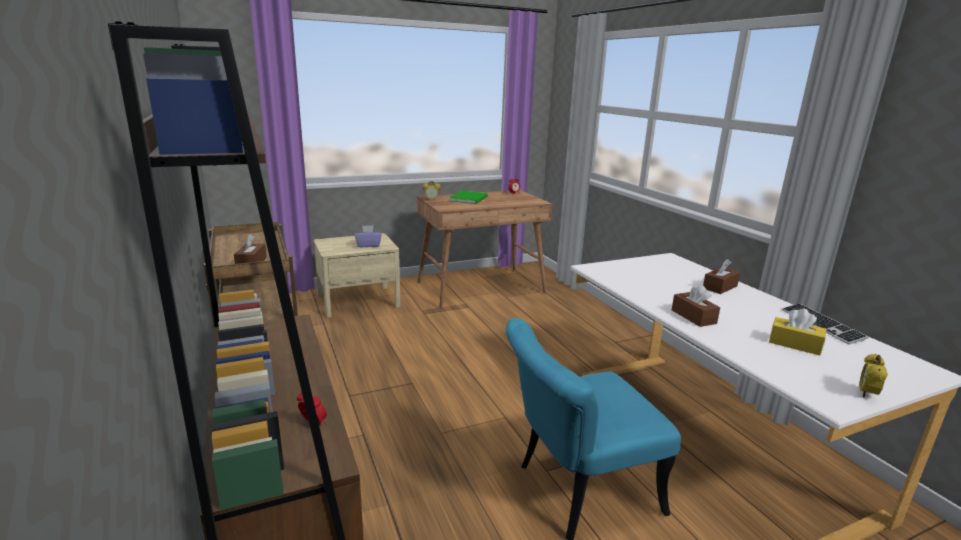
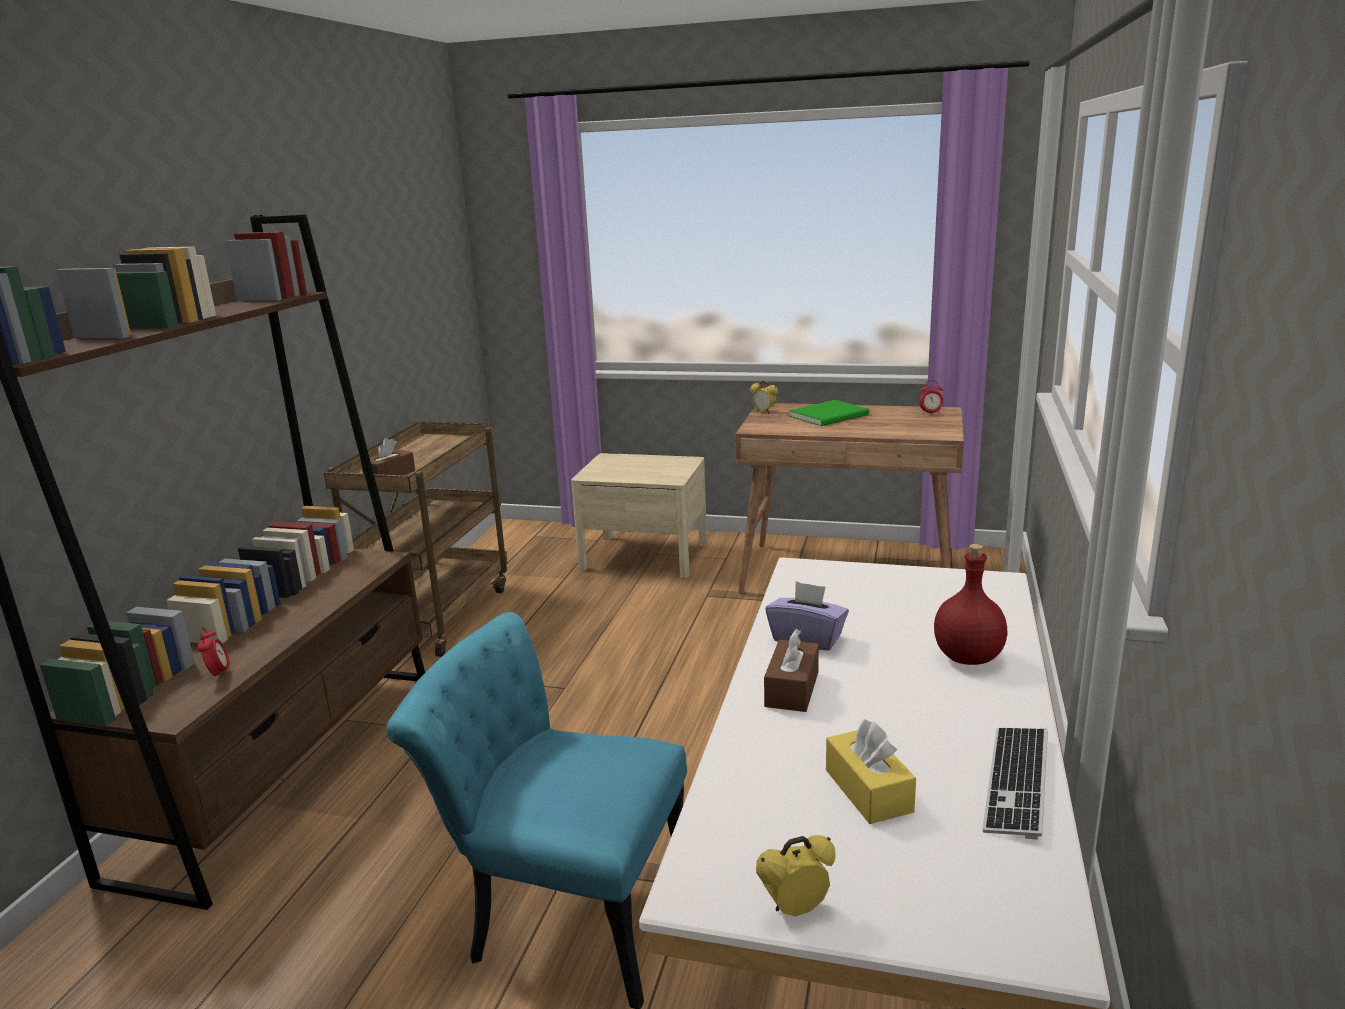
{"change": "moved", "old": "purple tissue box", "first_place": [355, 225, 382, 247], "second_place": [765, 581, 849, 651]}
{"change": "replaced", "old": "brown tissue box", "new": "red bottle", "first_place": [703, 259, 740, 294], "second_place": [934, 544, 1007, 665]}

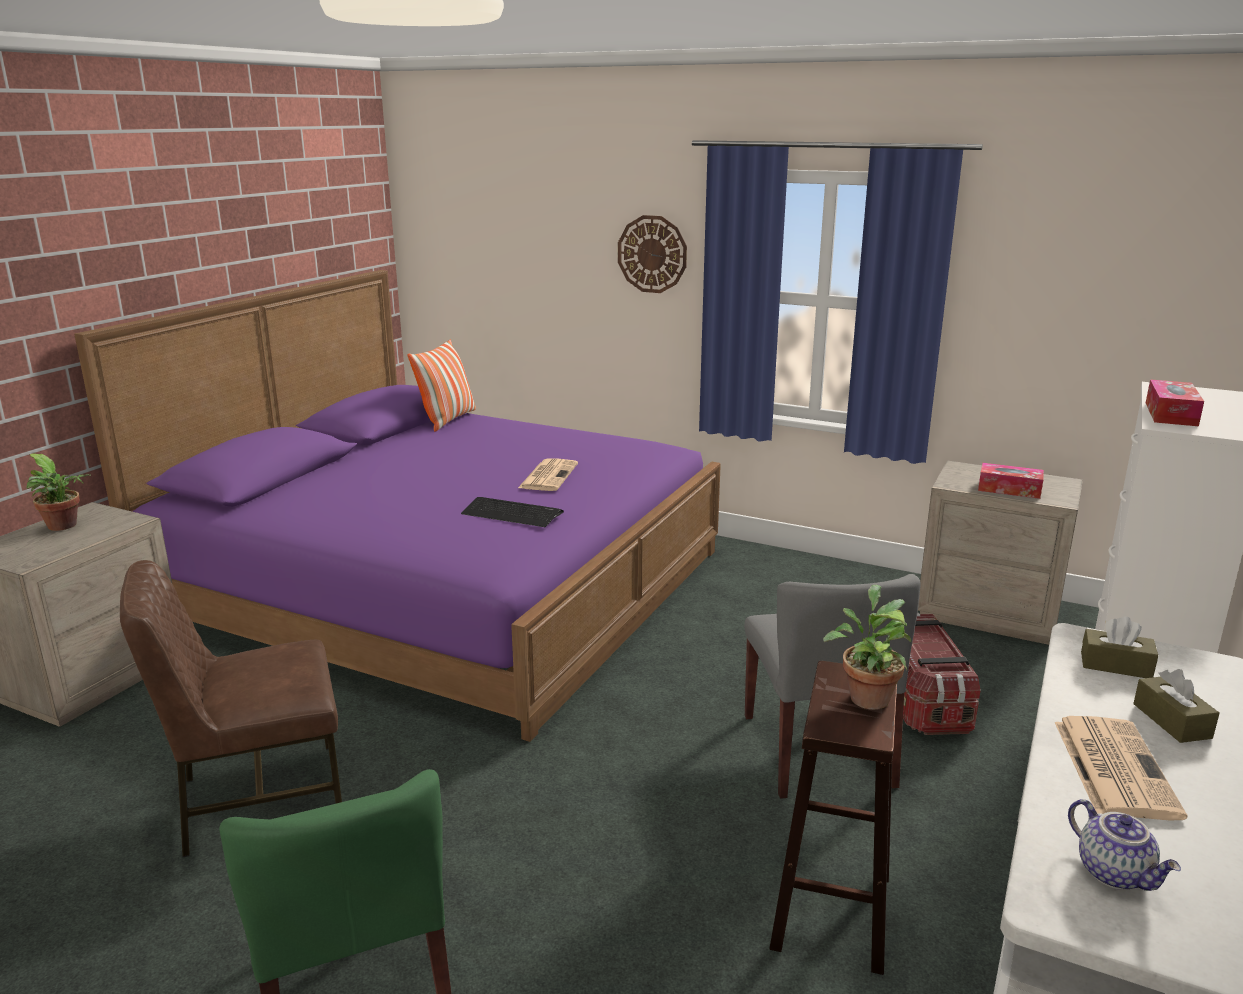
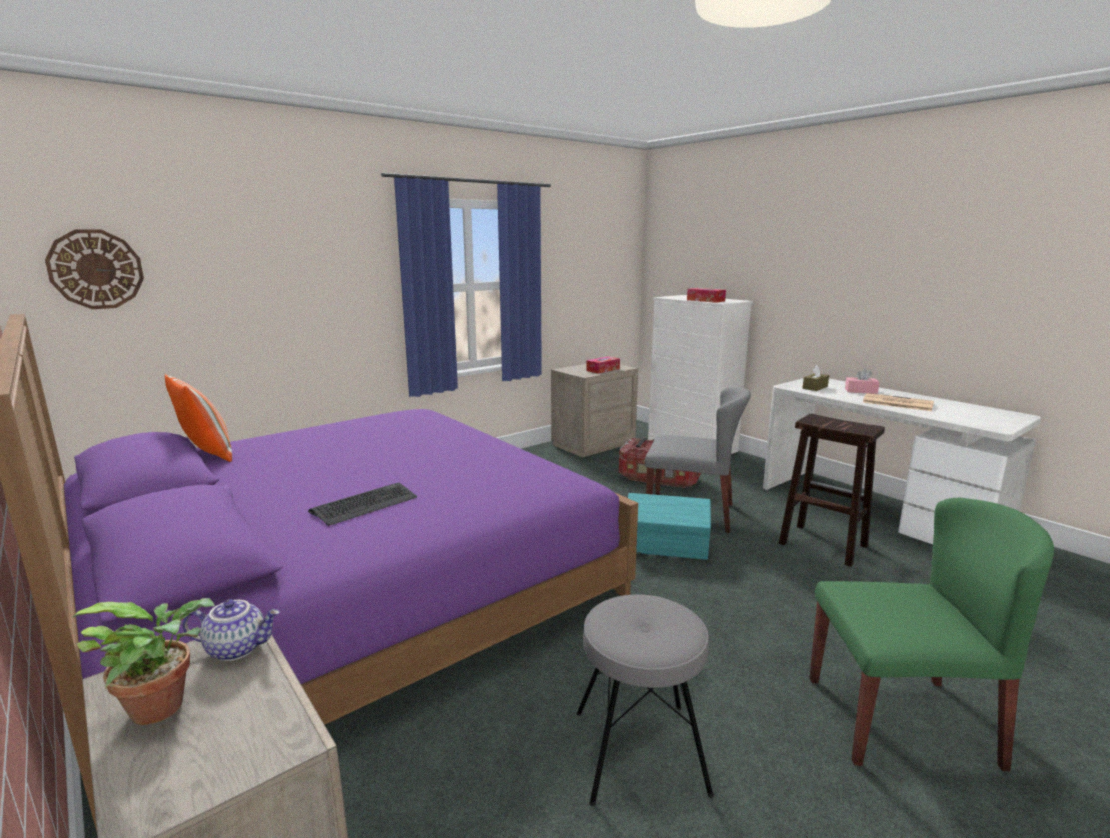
{"change": "moved", "old": "wall clock", "first_place": [618, 215, 687, 293], "second_place": [45, 229, 144, 309]}
{"change": "removed", "old": "newspaper", "first_place": [518, 458, 578, 491]}
{"change": "moved", "old": "keyboard", "first_place": [461, 497, 564, 527], "second_place": [308, 483, 417, 526]}
{"change": "replaced", "old": "brown chair", "new": "grey stool", "first_place": [120, 560, 342, 857], "second_place": [577, 594, 714, 806]}
{"change": "removed", "old": "potted plant", "first_place": [823, 585, 912, 710]}
{"change": "recoloured", "old": "brown tissue box", "new": "pink tissue box", "first_place": [1133, 669, 1220, 743], "second_place": [845, 368, 880, 394]}
{"change": "moved", "old": "teapot", "first_place": [1068, 799, 1181, 891], "second_place": [183, 599, 280, 661]}
{"change": "added", "new": "turquoise storage box", "second_place": [628, 493, 711, 560]}

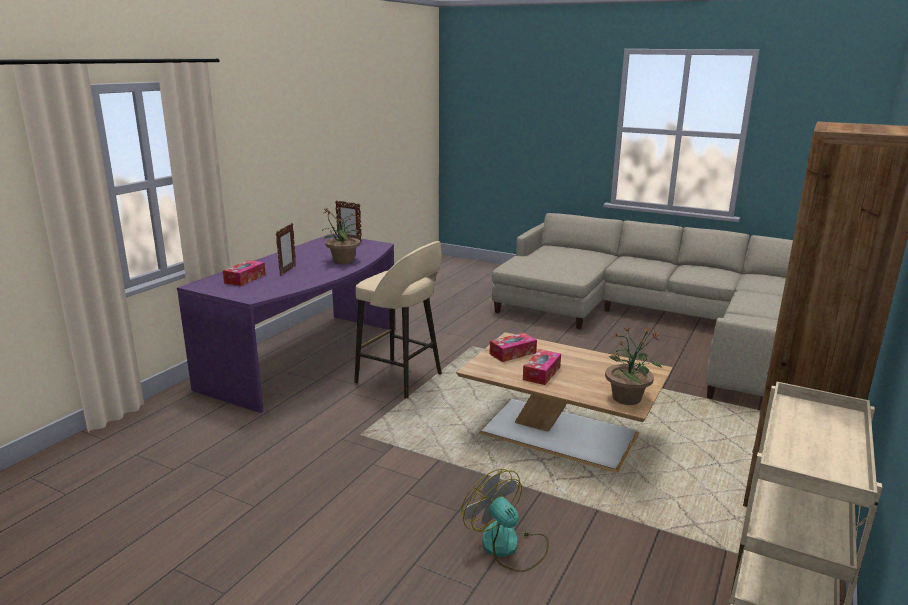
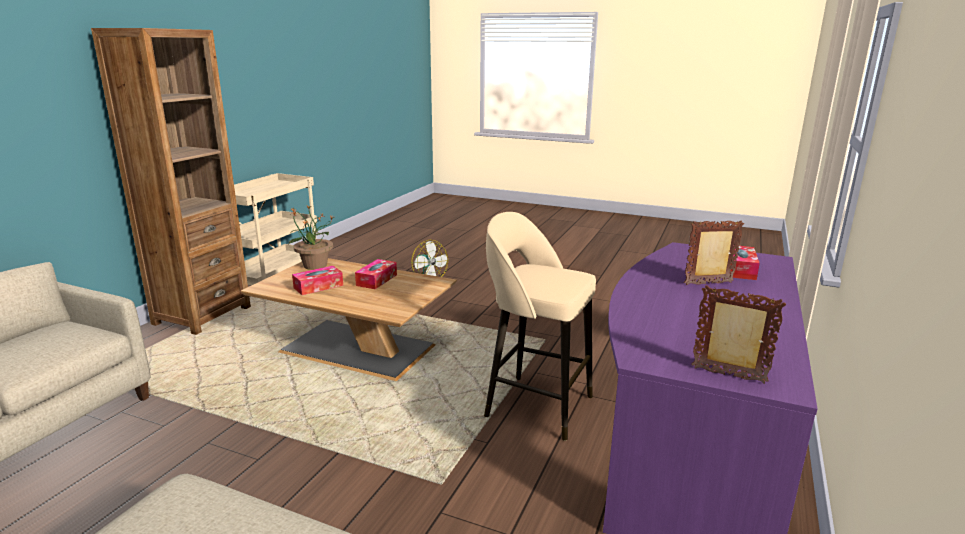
{"change": "removed", "old": "potted plant", "first_place": [322, 207, 360, 264]}
{"change": "turned", "old": "picture frame", "first_place": [276, 223, 296, 276], "second_place": [684, 221, 744, 285], "degrees": 75}
{"change": "moved", "old": "tissue box", "first_place": [490, 333, 537, 362], "second_place": [292, 266, 343, 295]}

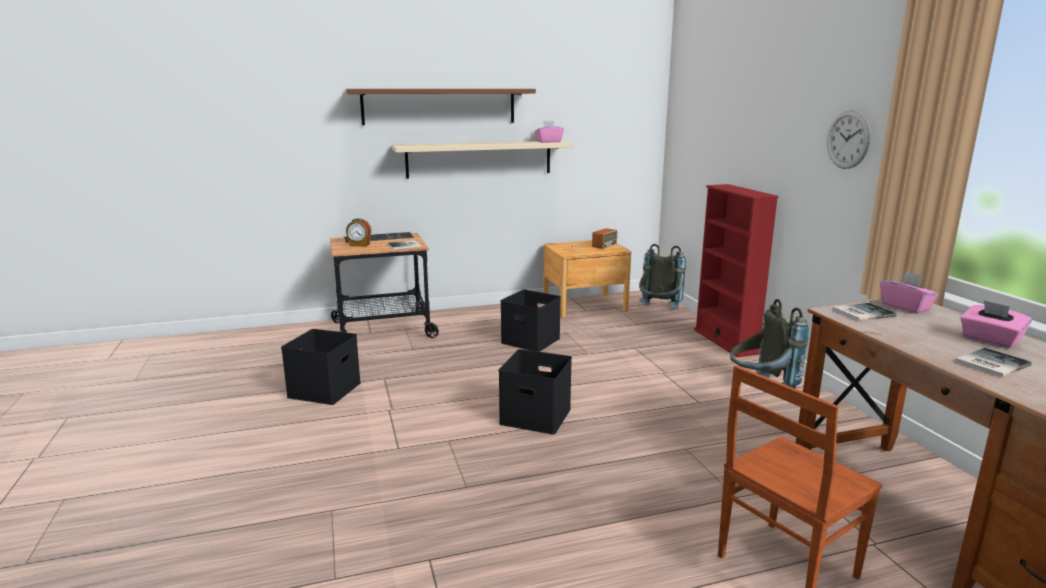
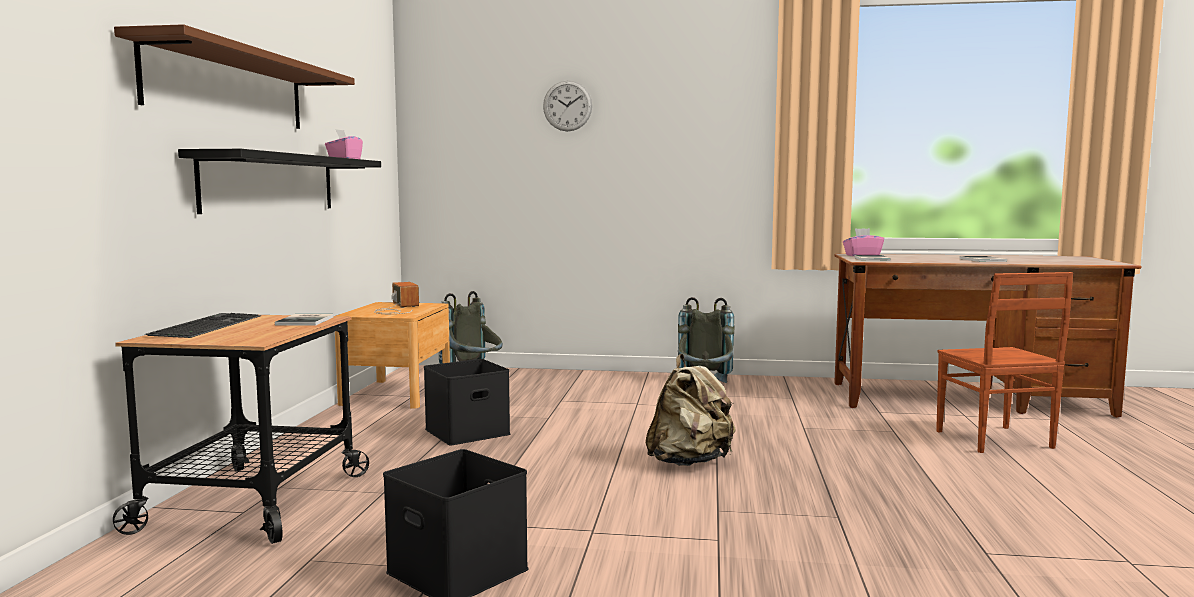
{"change": "moved", "old": "wall clock", "first_place": [827, 110, 871, 169], "second_place": [543, 80, 592, 131]}
{"change": "recoloured", "old": "beige shelf", "new": "black shelf", "first_place": [392, 141, 573, 179], "second_place": [178, 149, 381, 214]}
{"change": "removed", "old": "red bookcase", "first_place": [694, 184, 779, 357]}
{"change": "removed", "old": "alarm clock", "first_place": [346, 218, 371, 247]}
{"change": "removed", "old": "pink tissue box", "first_place": [960, 300, 1032, 348]}
{"change": "replaced", "old": "black storage box", "new": "beige backpack", "first_place": [499, 349, 572, 434], "second_place": [645, 354, 735, 466]}

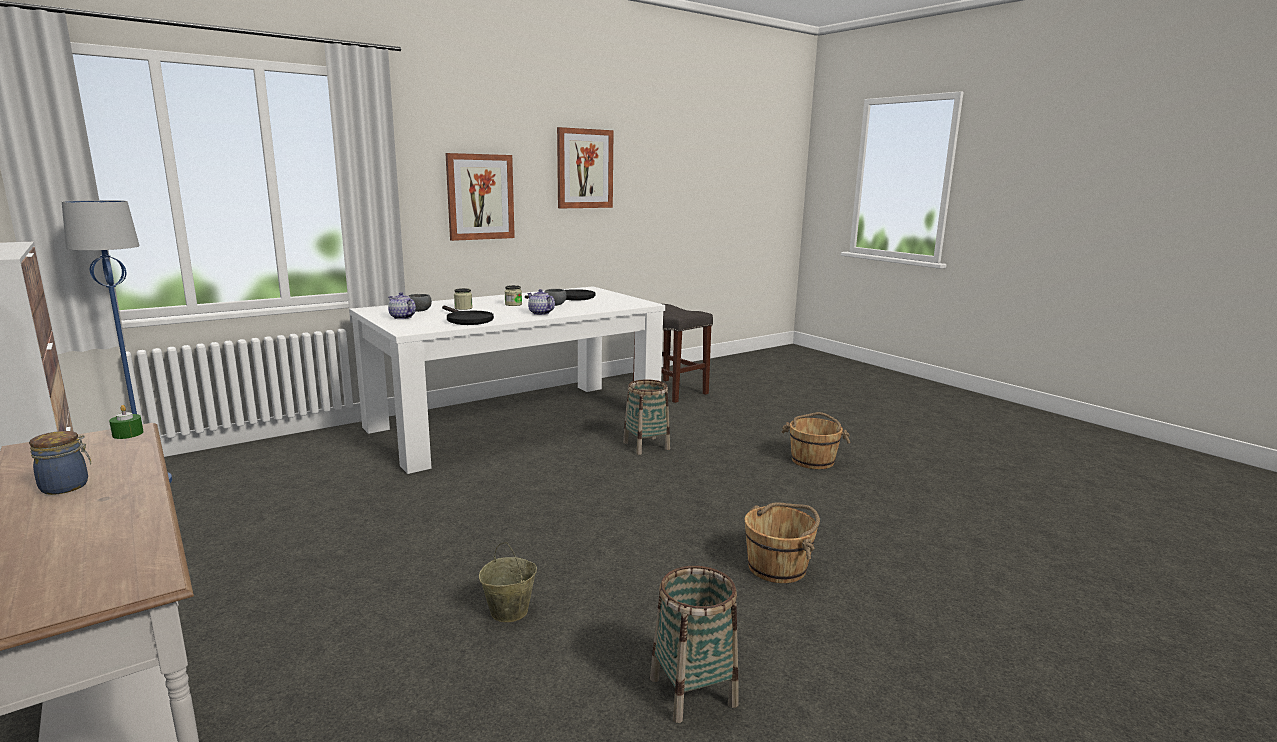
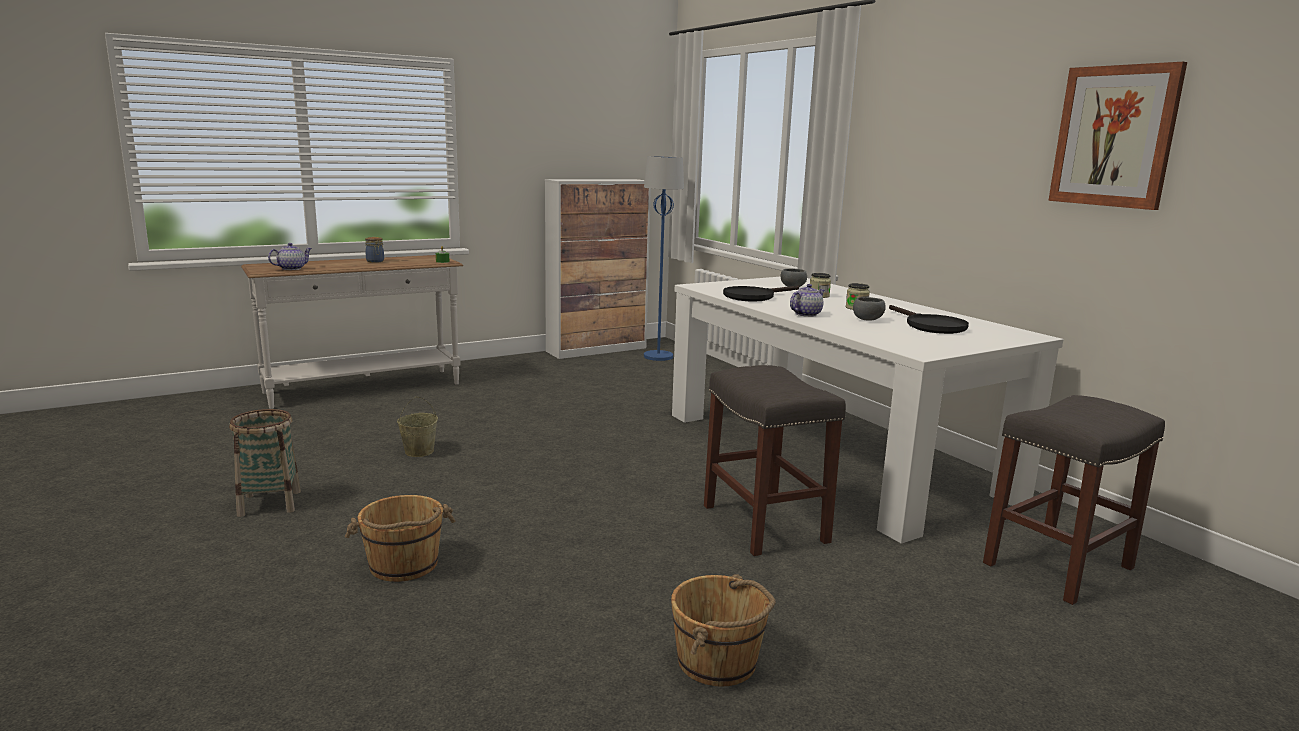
{"change": "removed", "old": "picture", "first_place": [445, 153, 515, 241]}
{"change": "moved", "old": "teapot", "first_place": [388, 292, 416, 319], "second_place": [268, 243, 312, 270]}
{"change": "replaced", "old": "basket", "new": "grey stool", "first_place": [623, 380, 670, 455], "second_place": [704, 365, 846, 556]}

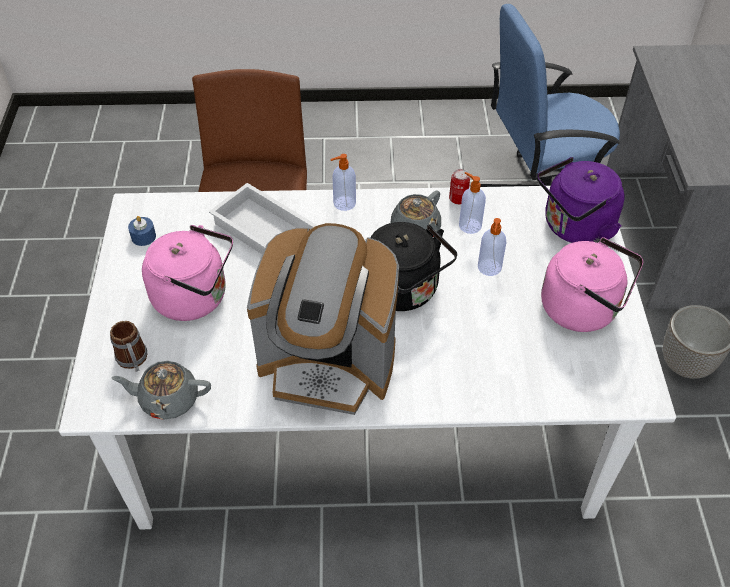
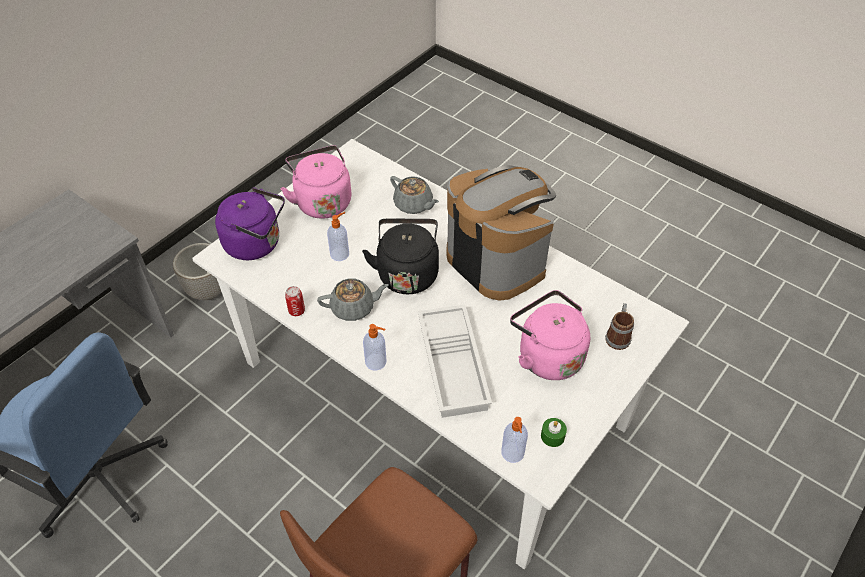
{"change": "moved", "old": "soap dispenser", "first_place": [459, 172, 486, 234], "second_place": [501, 417, 528, 463]}
{"change": "recoloured", "old": "blue candle", "new": "green candle", "first_place": [128, 216, 156, 246], "second_place": [541, 418, 567, 447]}
{"change": "moved", "old": "grey teapot", "first_place": [111, 361, 211, 420], "second_place": [390, 176, 439, 214]}

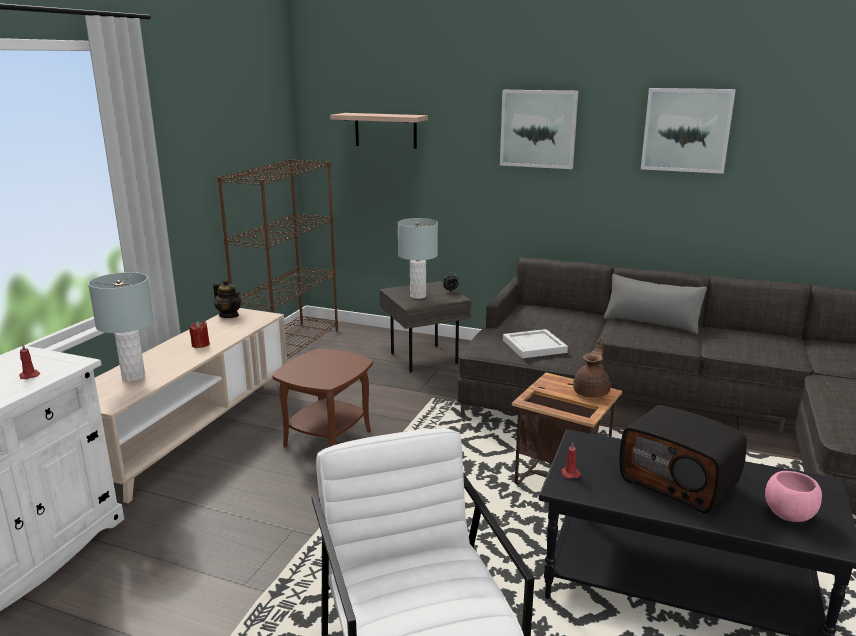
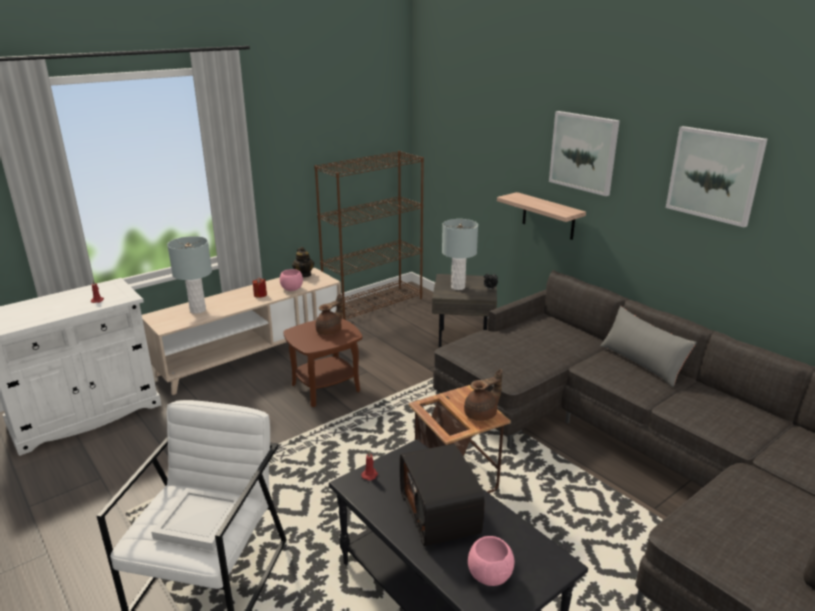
{"change": "moved", "old": "shelf", "first_place": [330, 113, 428, 149], "second_place": [497, 192, 586, 240]}
{"change": "moved", "old": "white tray", "first_place": [503, 329, 568, 358], "second_place": [151, 488, 244, 551]}
{"change": "added", "new": "pink bowl", "second_place": [280, 269, 303, 291]}
{"change": "added", "new": "brown teapot", "second_place": [315, 294, 343, 335]}

